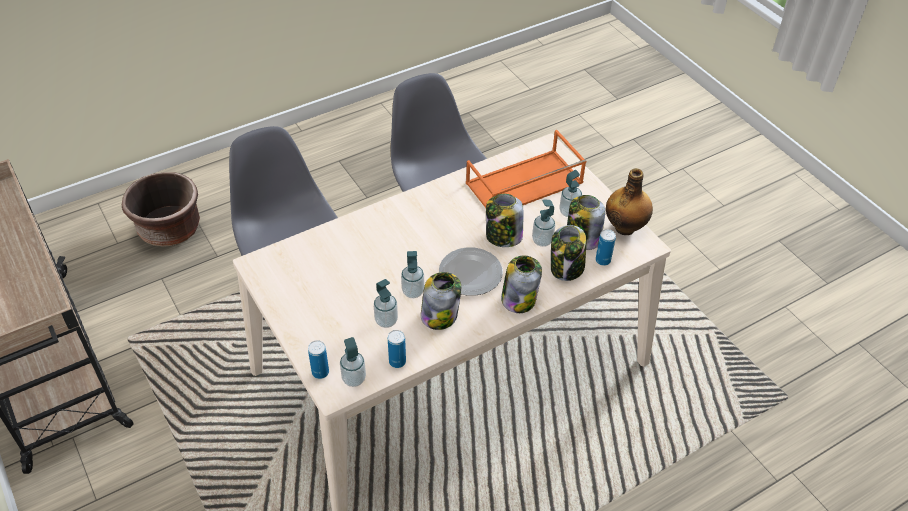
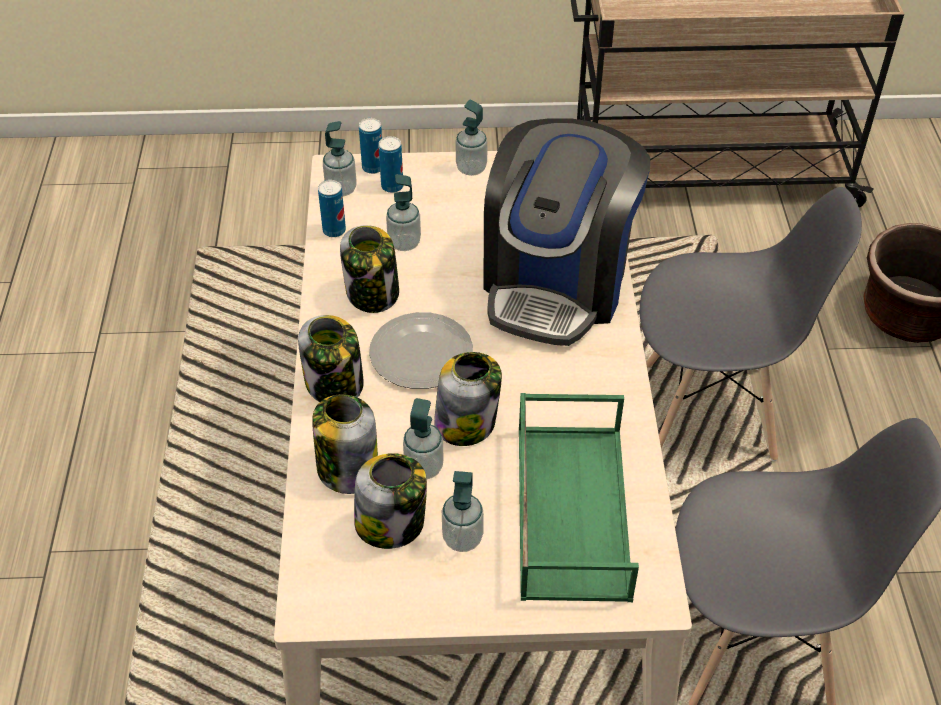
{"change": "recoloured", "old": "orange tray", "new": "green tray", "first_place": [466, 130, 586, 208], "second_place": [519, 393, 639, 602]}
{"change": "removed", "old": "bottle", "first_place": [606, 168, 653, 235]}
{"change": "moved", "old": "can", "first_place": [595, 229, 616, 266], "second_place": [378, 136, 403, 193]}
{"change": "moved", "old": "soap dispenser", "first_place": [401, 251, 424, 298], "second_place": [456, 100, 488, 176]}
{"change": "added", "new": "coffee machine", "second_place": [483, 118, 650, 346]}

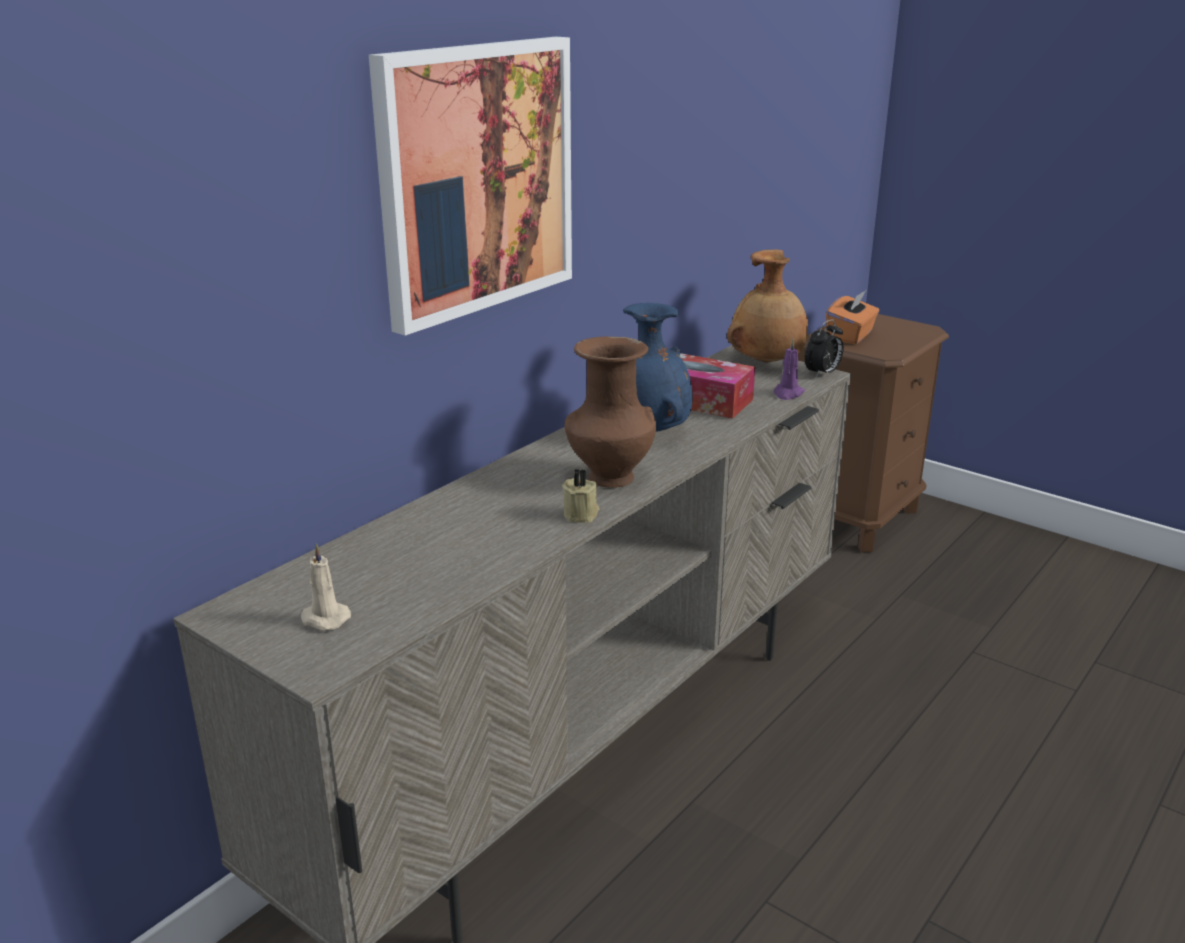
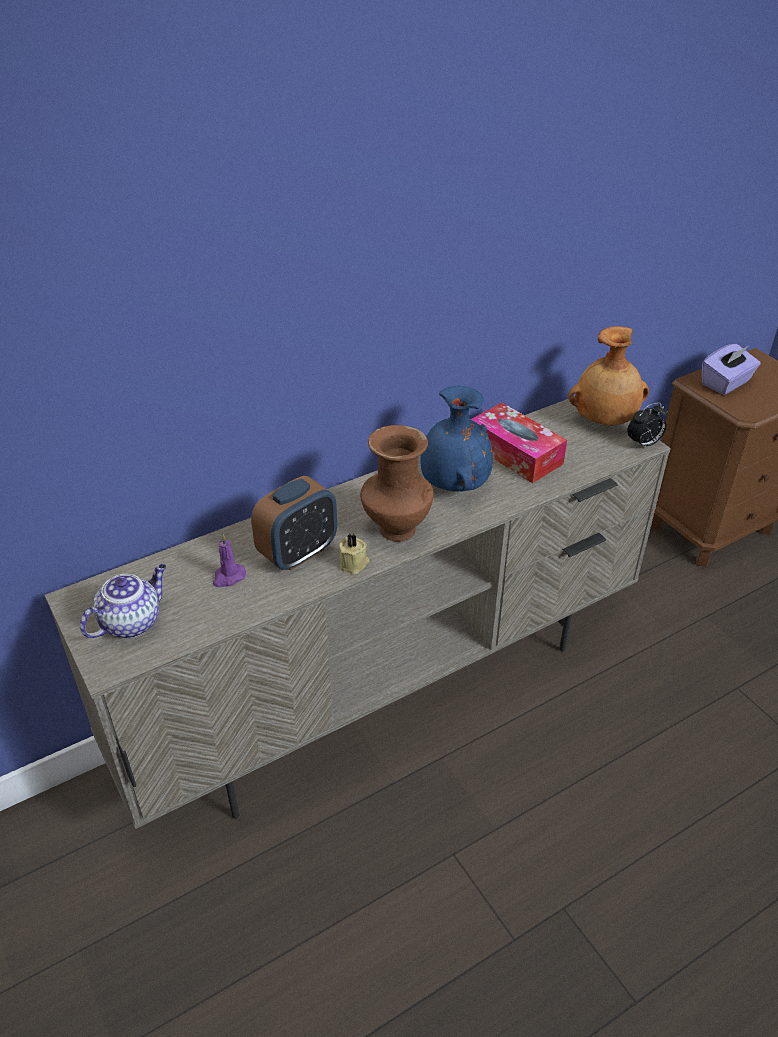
{"change": "removed", "old": "picture", "first_place": [369, 37, 572, 336]}
{"change": "recoloured", "old": "orange tissue box", "new": "purple tissue box", "first_place": [826, 290, 879, 344], "second_place": [702, 344, 760, 395]}
{"change": "moved", "old": "purple candle", "first_place": [774, 339, 805, 400], "second_place": [213, 534, 246, 587]}
{"change": "replaced", "old": "beige candle", "new": "teapot", "first_place": [301, 544, 351, 630], "second_place": [80, 564, 166, 638]}
{"change": "added", "new": "alarm clock", "second_place": [251, 476, 337, 571]}

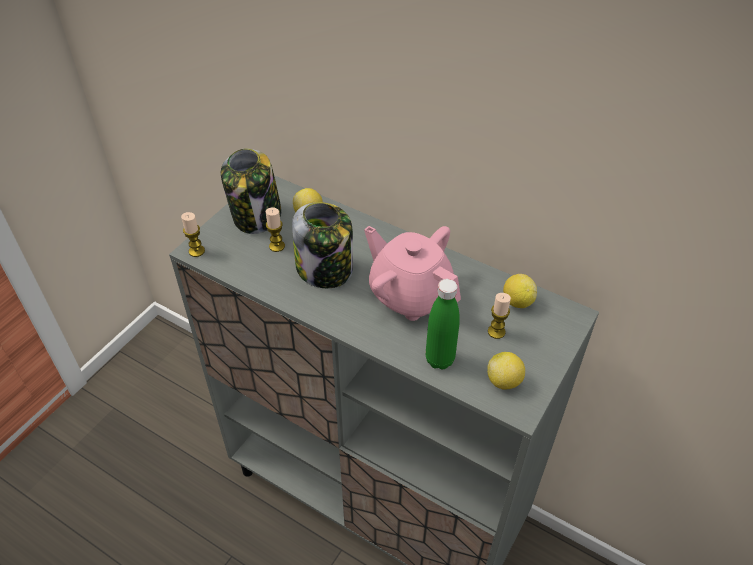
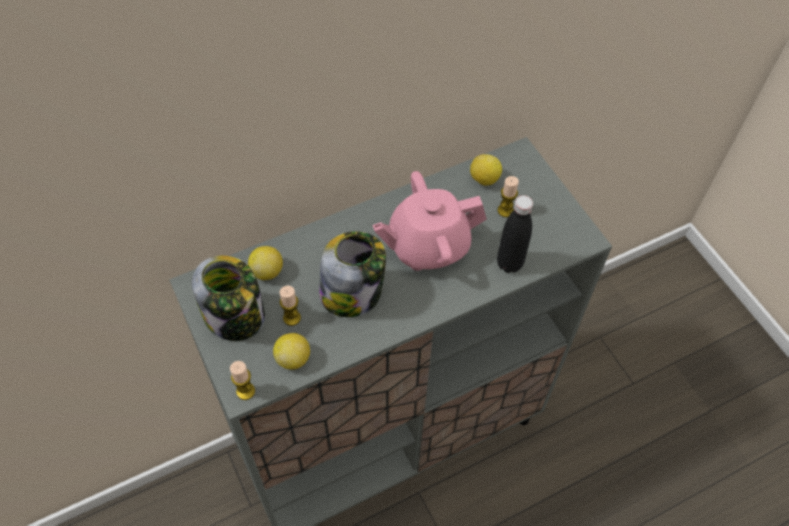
{"change": "recoloured", "old": "green bottle", "new": "black bottle", "first_place": [426, 279, 460, 370], "second_place": [497, 195, 533, 273]}
{"change": "moved", "old": "lemon", "first_place": [487, 352, 525, 390], "second_place": [273, 333, 310, 369]}

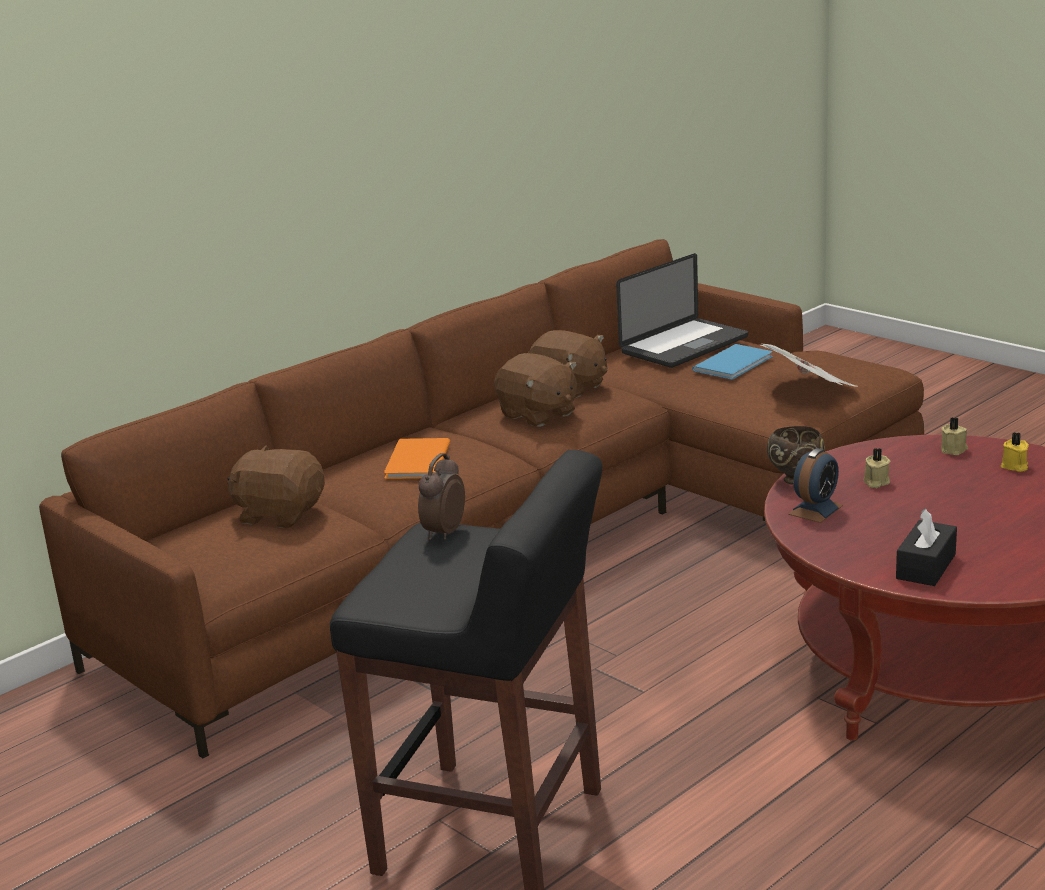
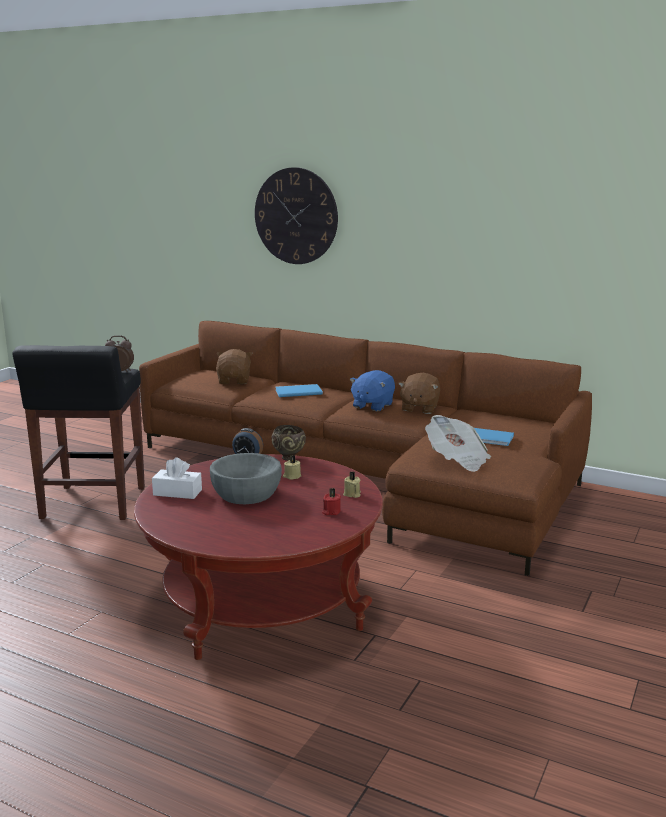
{"change": "removed", "old": "laptop", "first_place": [616, 253, 748, 368]}
{"change": "recoloured", "old": "brown plush toy", "new": "blue plush toy", "first_place": [494, 353, 577, 427], "second_place": [349, 370, 395, 412]}
{"change": "recoloured", "old": "yellow candle", "new": "red candle", "first_place": [1001, 432, 1029, 472], "second_place": [322, 488, 341, 515]}
{"change": "recoloured", "old": "orange book", "new": "blue book", "first_place": [384, 438, 450, 479], "second_place": [275, 384, 323, 397]}
{"change": "recoloured", "old": "black tissue box", "new": "white tissue box", "first_place": [896, 508, 957, 586], "second_place": [152, 457, 202, 499]}
{"change": "added", "new": "wall clock", "second_place": [255, 167, 338, 264]}
{"change": "added", "new": "grey bowl", "second_place": [210, 453, 282, 504]}

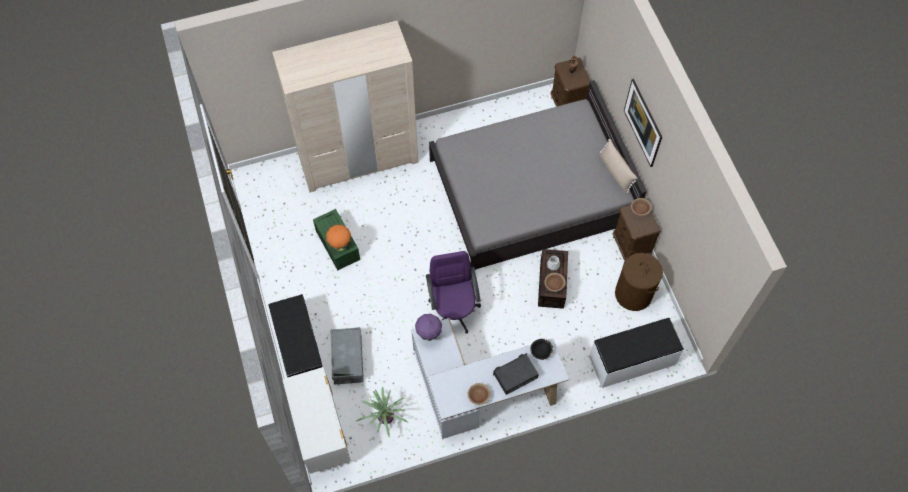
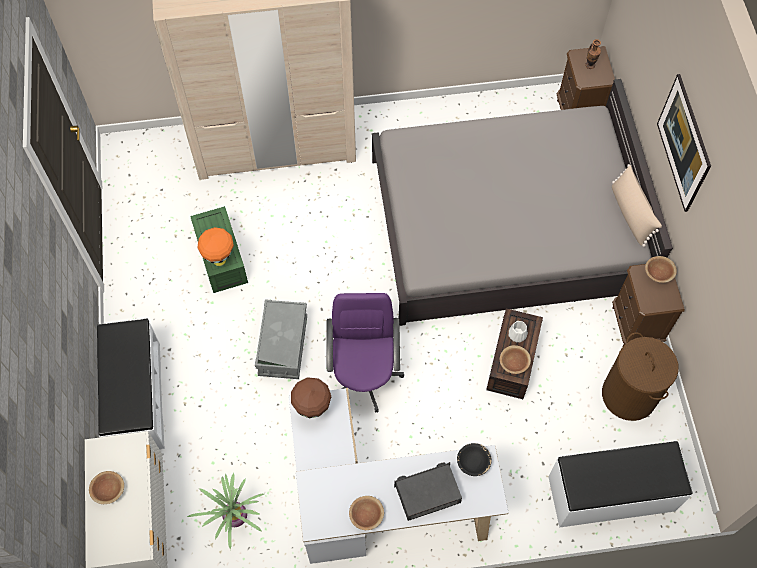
{"change": "recoloured", "old": "purple table lamp", "new": "brown table lamp", "first_place": [415, 314, 442, 341], "second_place": [291, 377, 331, 418]}
{"change": "moved", "old": "grey storage box", "first_place": [330, 327, 364, 385], "second_place": [255, 299, 307, 379]}
{"change": "added", "new": "brown bowl", "second_place": [89, 471, 124, 504]}

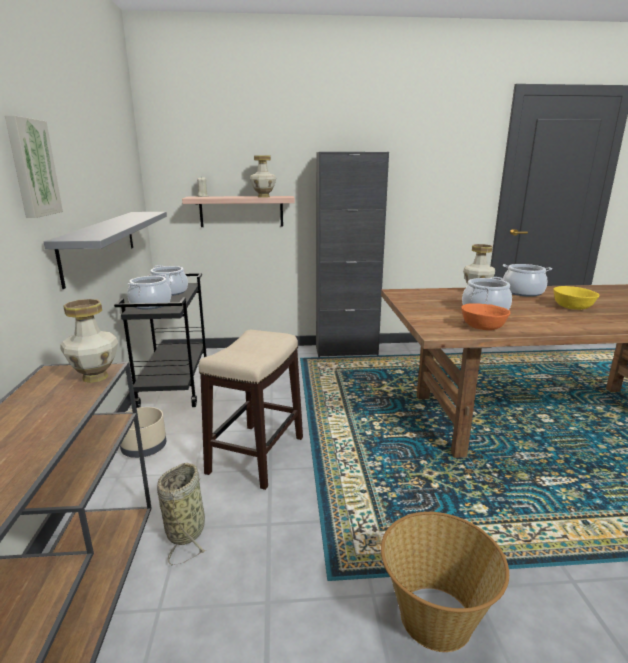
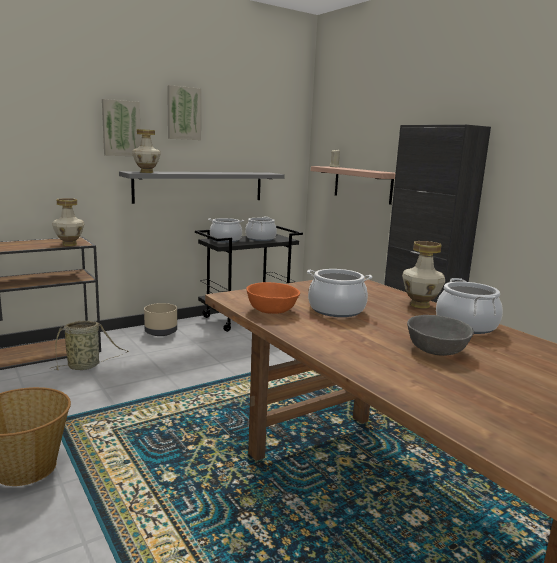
{"change": "moved", "old": "vase", "first_place": [250, 155, 276, 198], "second_place": [132, 129, 161, 173]}
{"change": "recoloured", "old": "yellow bowl", "new": "grey bowl", "first_place": [553, 286, 600, 310], "second_place": [407, 315, 474, 356]}
{"change": "removed", "old": "stool", "first_place": [198, 330, 303, 490]}
{"change": "added", "new": "picture", "second_place": [167, 85, 201, 140]}

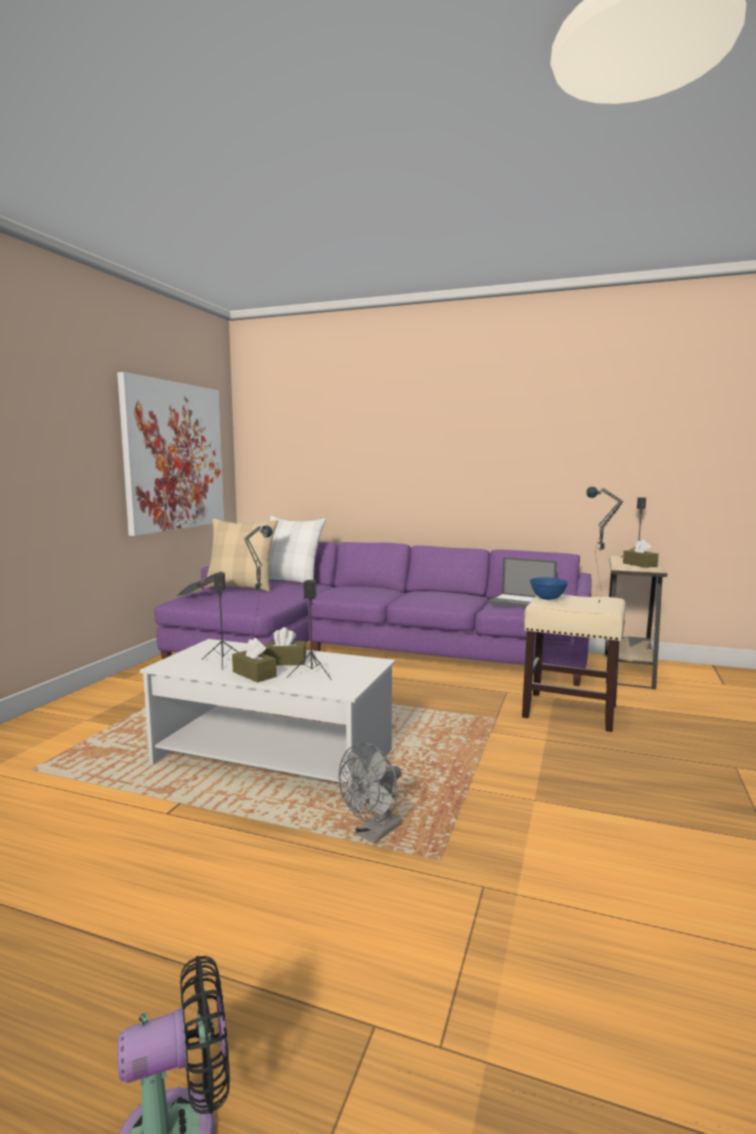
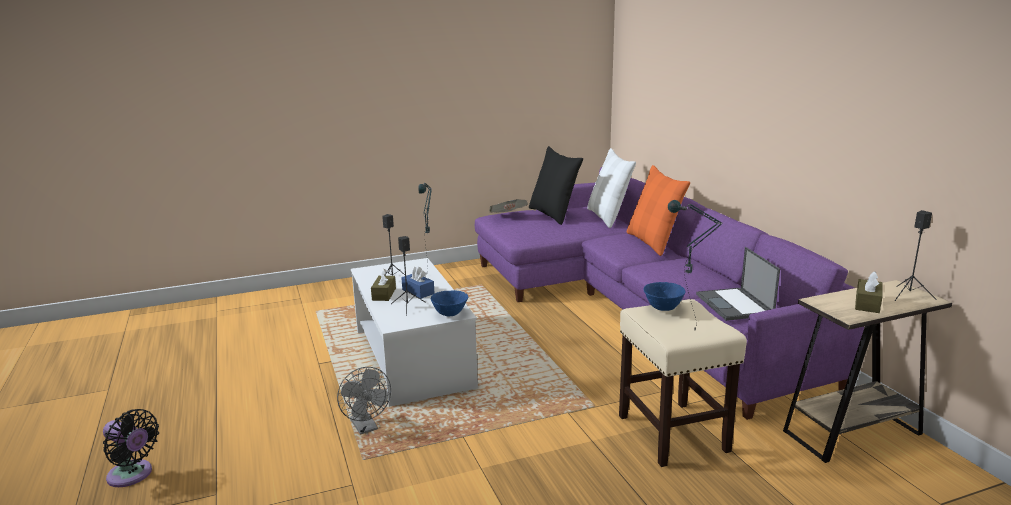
{"change": "removed", "old": "picture", "first_place": [117, 372, 224, 536]}
{"change": "recoloured", "old": "beige pillow", "new": "black pillow", "first_place": [204, 518, 278, 592], "second_place": [529, 146, 583, 225]}
{"change": "recoloured", "old": "brown tissue box", "new": "blue tissue box", "first_place": [262, 627, 306, 665], "second_place": [401, 266, 435, 299]}
{"change": "turned", "old": "grey fan", "first_place": [338, 743, 402, 843], "second_place": [337, 367, 391, 435], "degrees": -120}
{"change": "added", "new": "orange pillow", "second_place": [627, 165, 690, 256]}
{"change": "added", "new": "blue bowl", "second_place": [431, 290, 468, 316]}

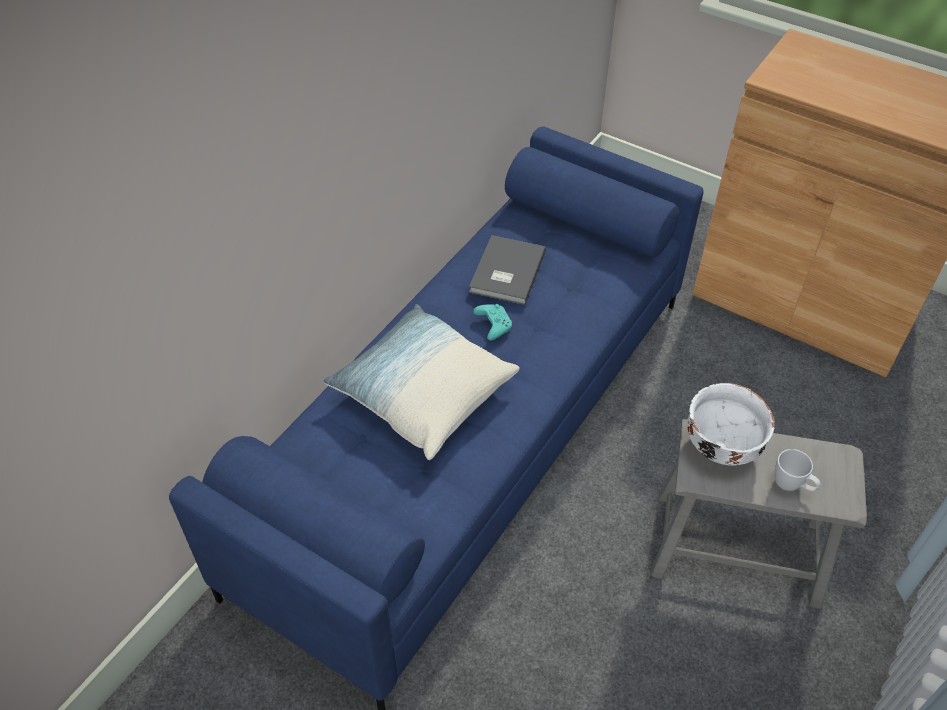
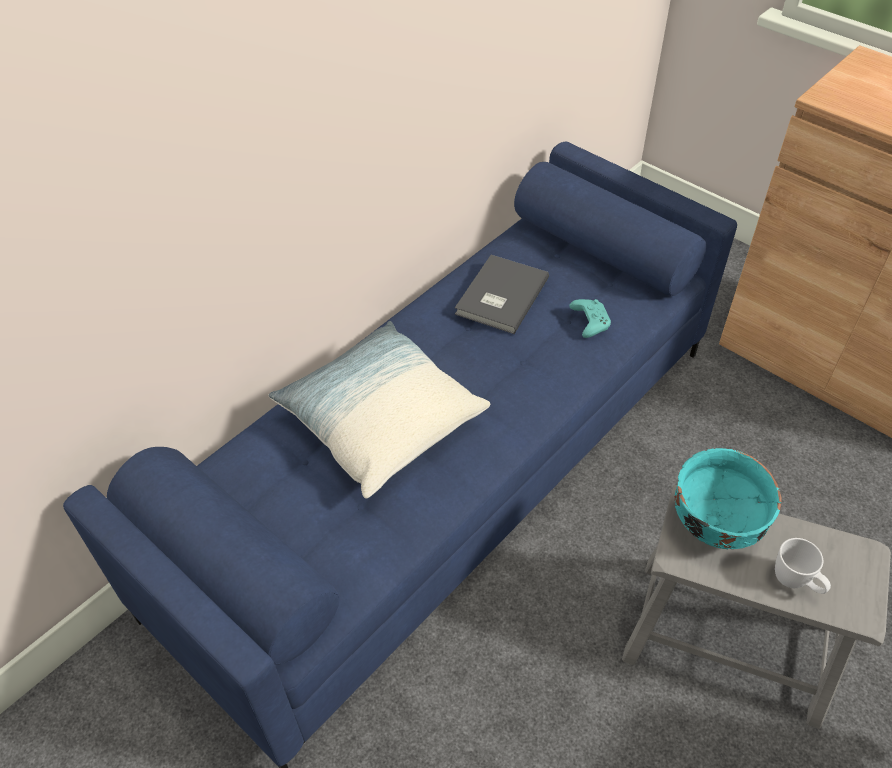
{"change": "moved", "old": "turquoise game controller", "first_place": [473, 304, 512, 340], "second_place": [569, 299, 611, 338]}
{"change": "recoloured", "old": "white bowl", "new": "turquoise bowl", "first_place": [687, 383, 775, 466], "second_place": [675, 448, 782, 549]}

